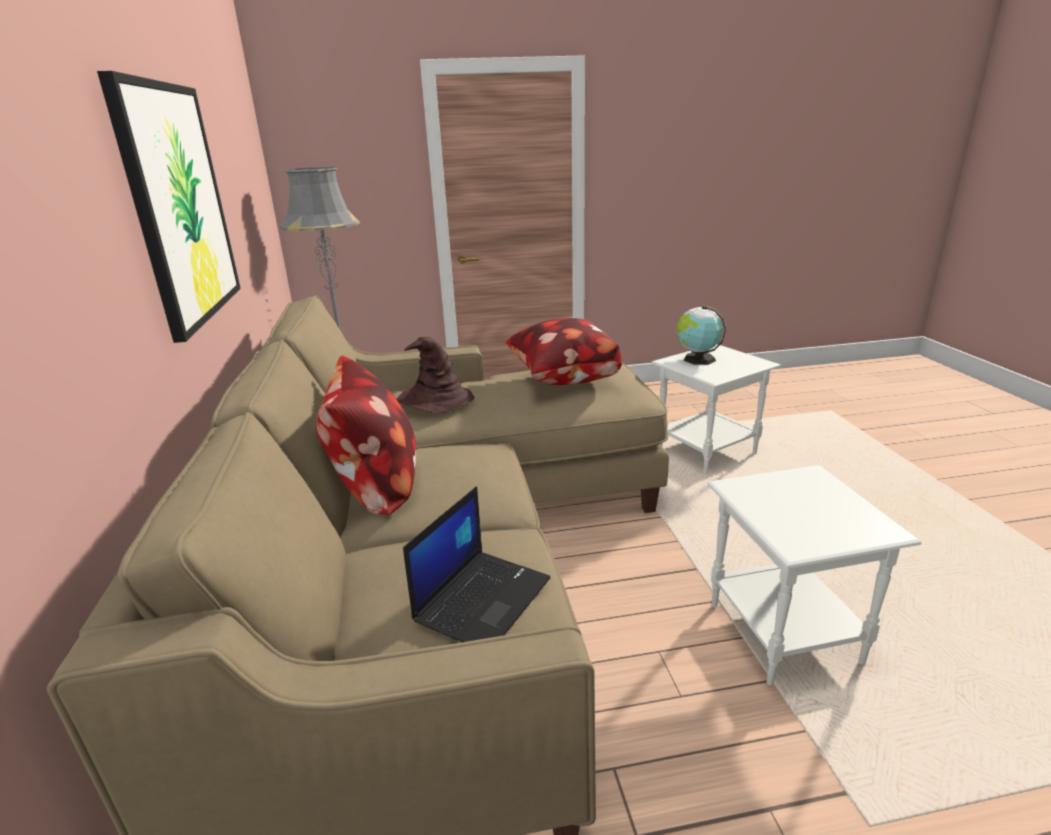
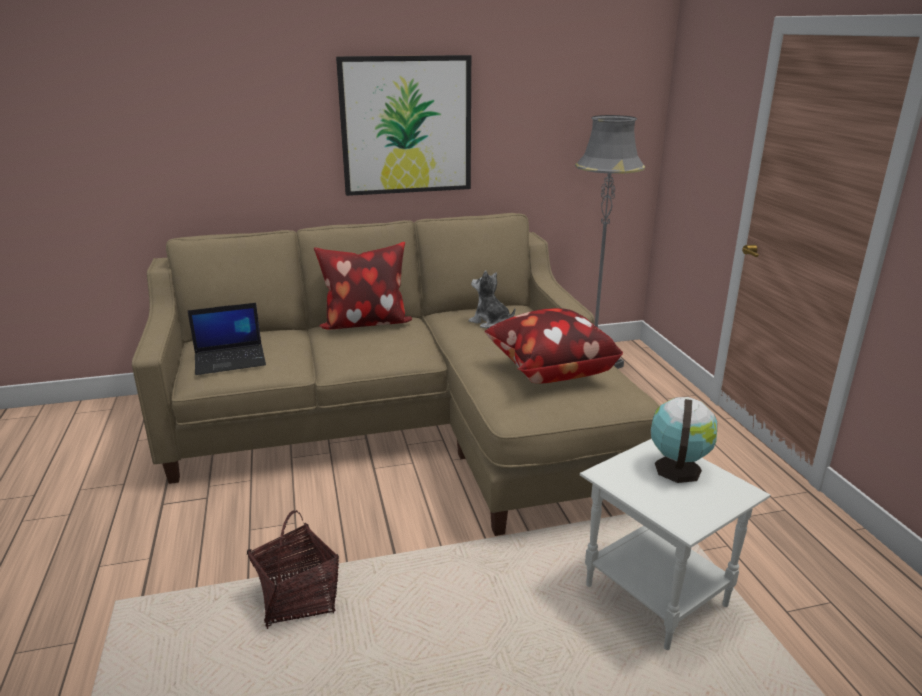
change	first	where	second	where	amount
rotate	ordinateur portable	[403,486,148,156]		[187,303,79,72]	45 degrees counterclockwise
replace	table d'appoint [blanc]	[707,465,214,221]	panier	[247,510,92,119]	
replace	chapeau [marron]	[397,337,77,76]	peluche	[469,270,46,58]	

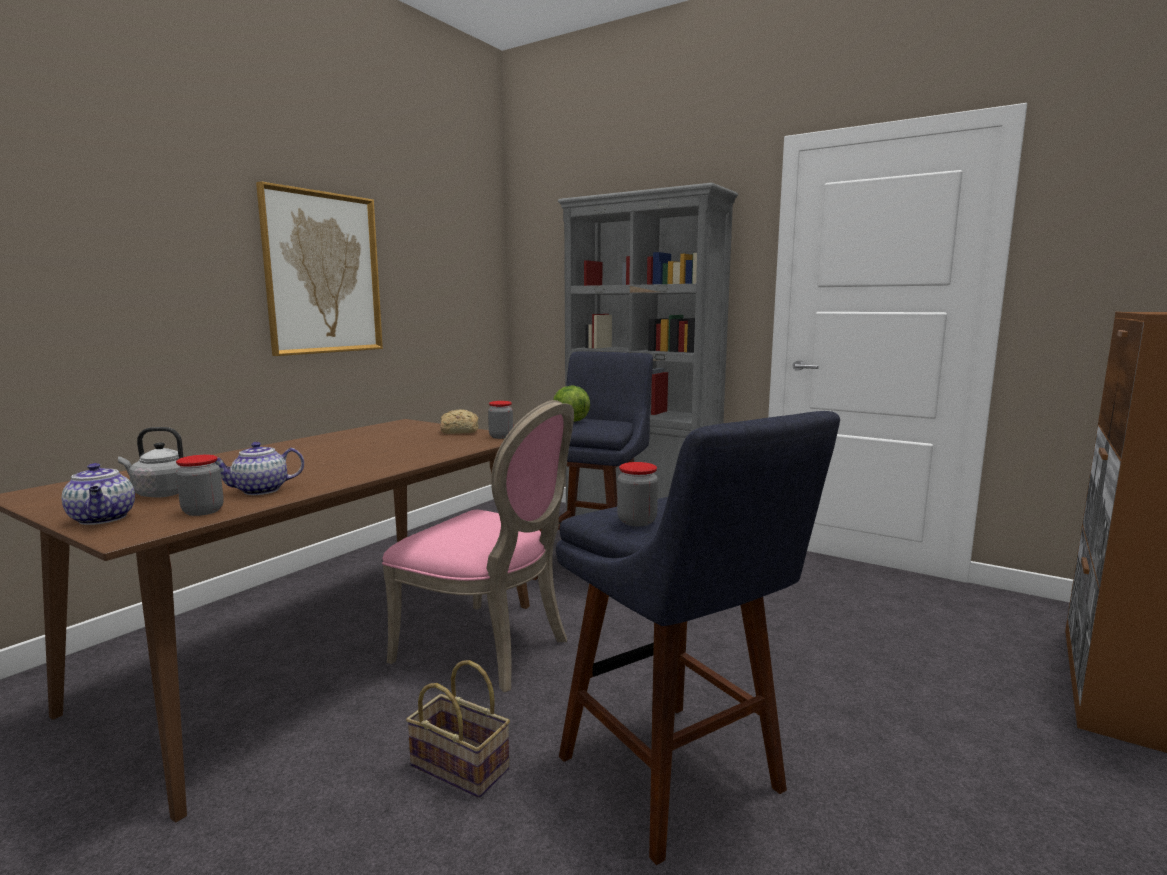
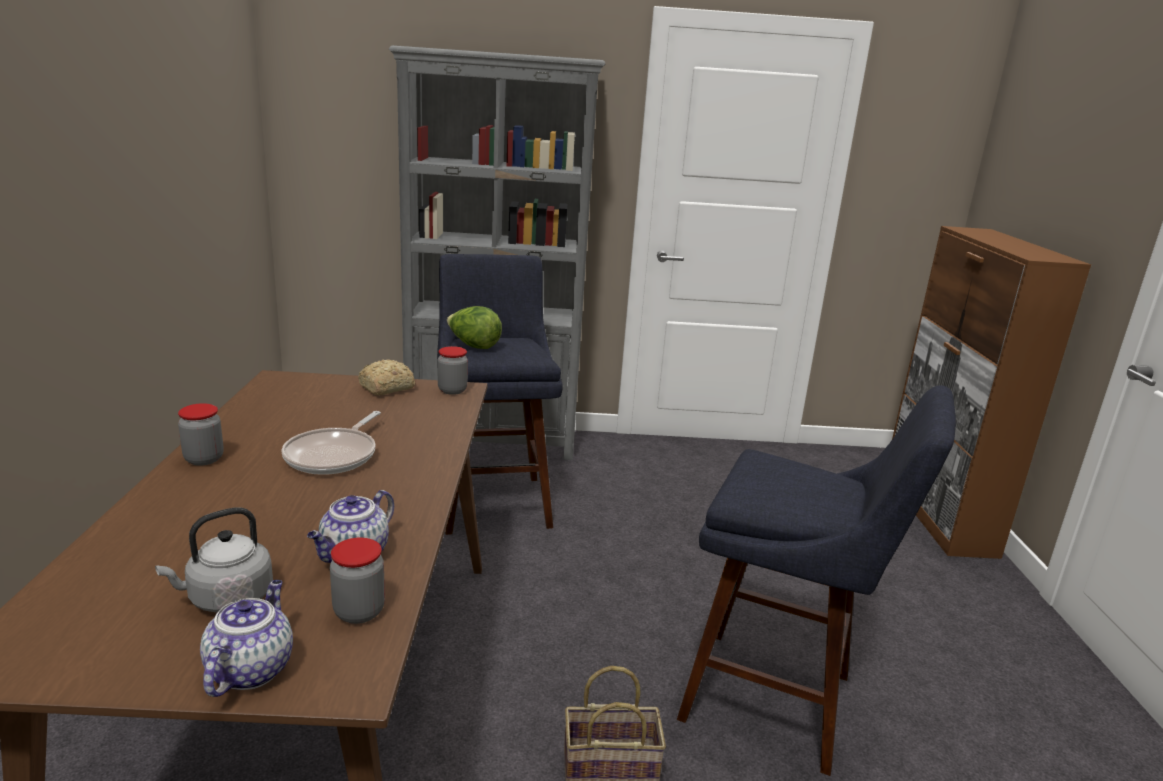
change	first	where	second	where	amount
move	bocal	[617,462,41,64]		[178,403,46,63]	
rotate	théière	[62,463,73,62]		[200,580,93,117]	105 degrees counterclockwise
insert			poêle	[282,411,99,64]	
delete	tableau	[256,181,127,175]			
delete	chaise [rose]	[382,400,192,292]			

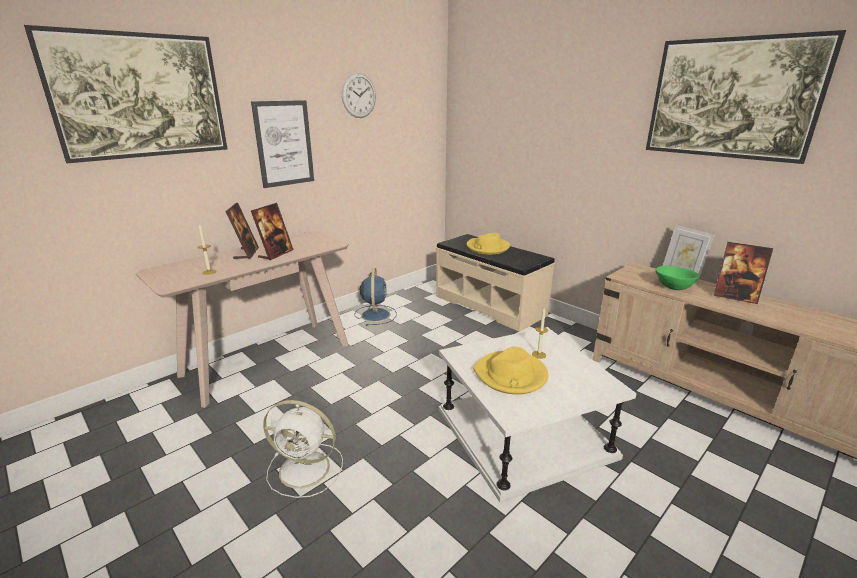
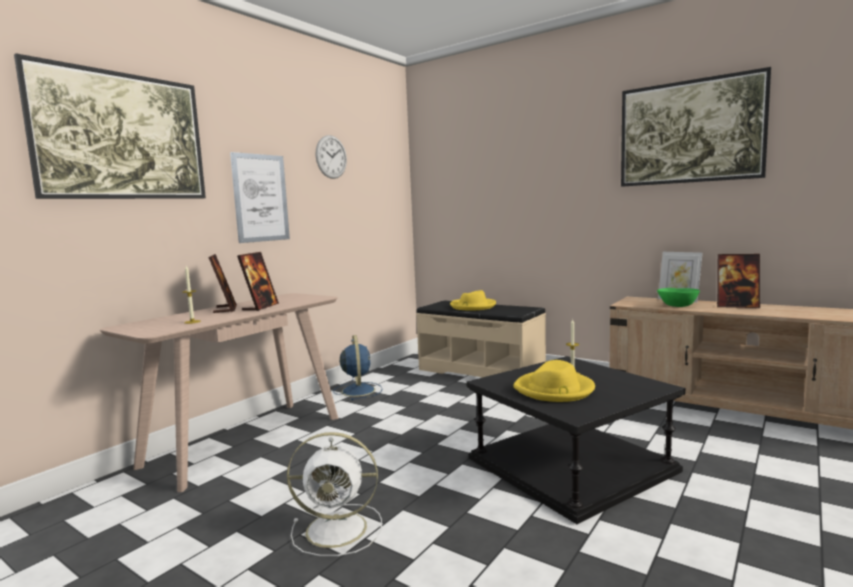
change	first	where	second	where	amount
recolor	table d'appoint [blanc]	[438,327,199,176]	table d'appoint [noir]	[467,356,218,168]	

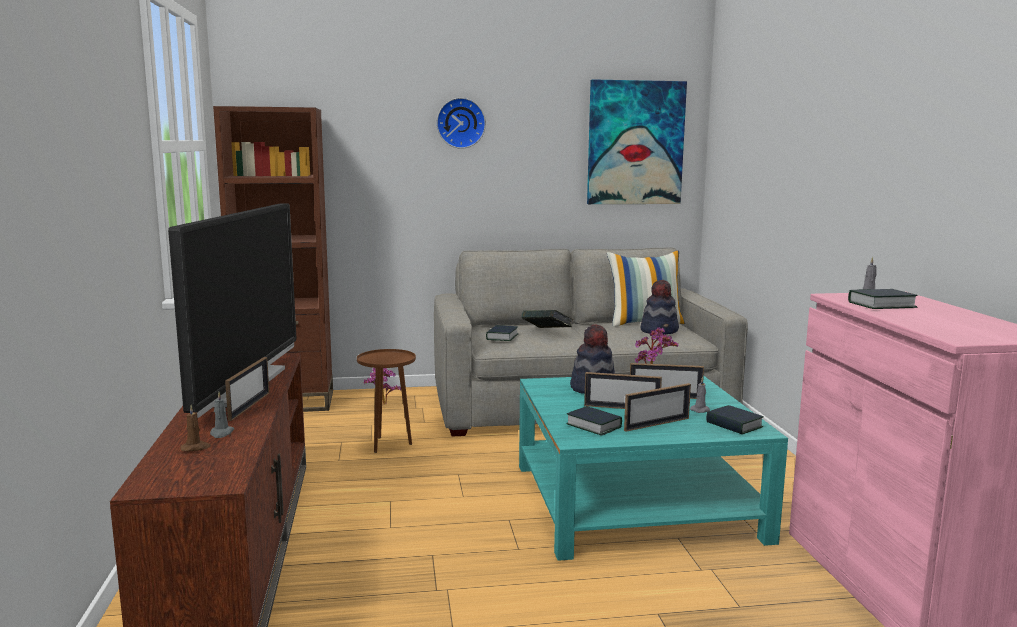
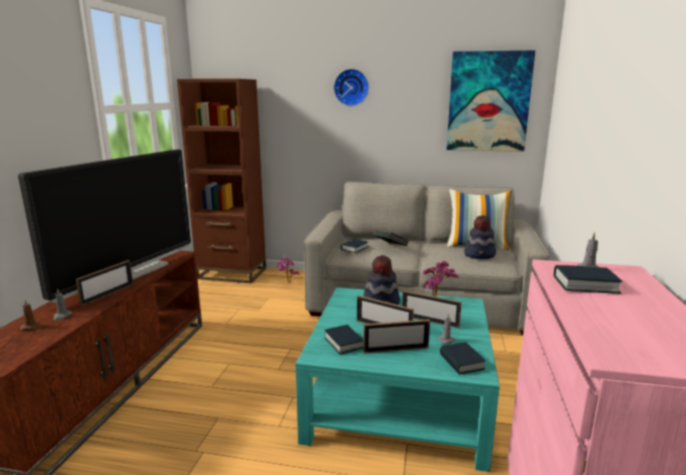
change	first	where	second	where	amount
delete	table d'appoint [marron]	[357,349,59,104]			

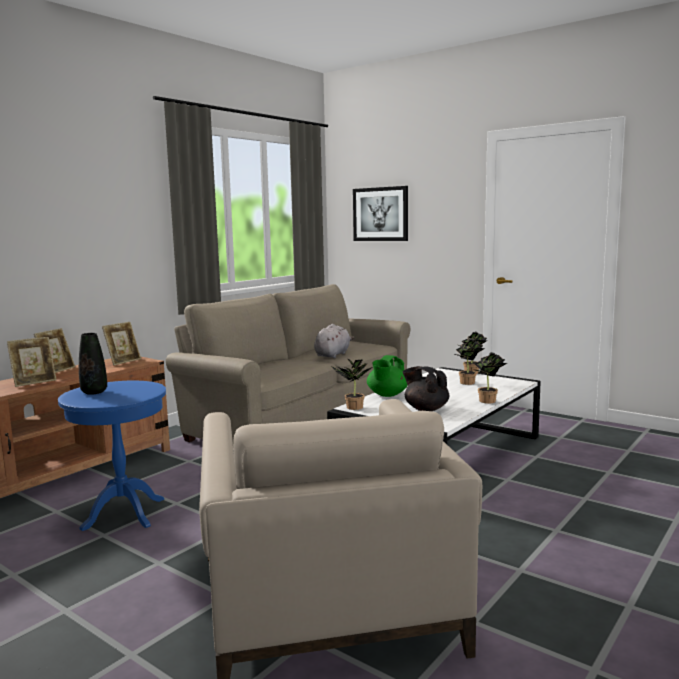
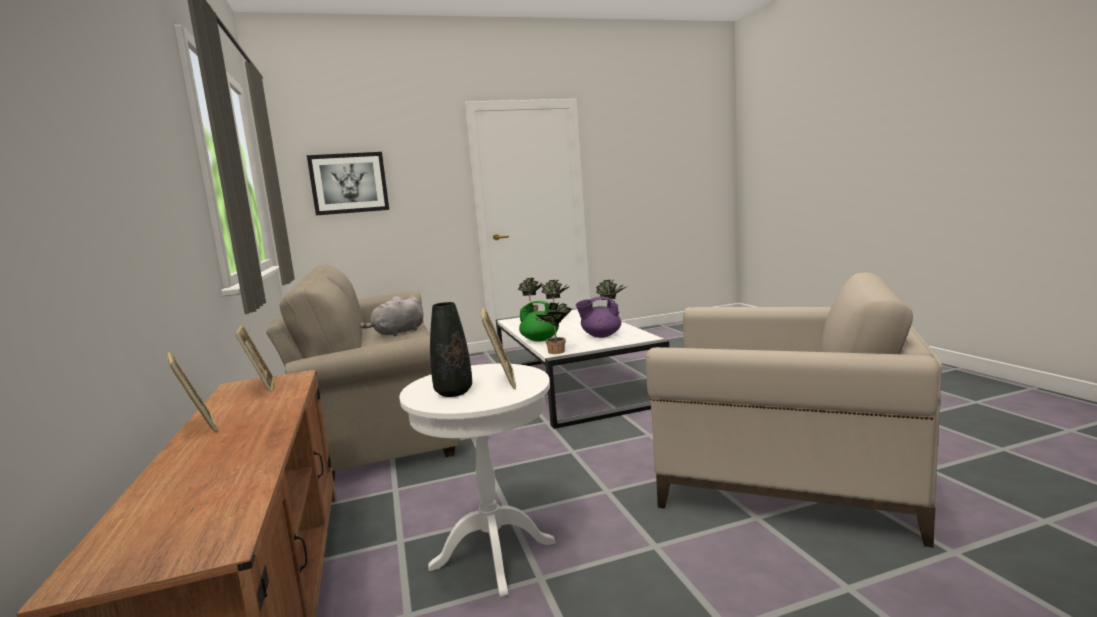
change	first	where	second	where	amount
rotate	peluche [gris]	[314,324,40,34]		[360,296,63,41]	105 degrees counterclockwise
recolor	table d'appoint [bleu]	[58,381,108,150]	table d'appoint [blanc]	[399,364,157,233]	
move	cadre photo	[7,337,50,50]		[482,307,34,82]	
rotate	théière [vert]	[367,355,41,42]		[519,301,40,40]	45 degrees counterclockwise
recolor	théière [noir]	[403,366,46,45]	théière [violet]	[576,296,45,42]	

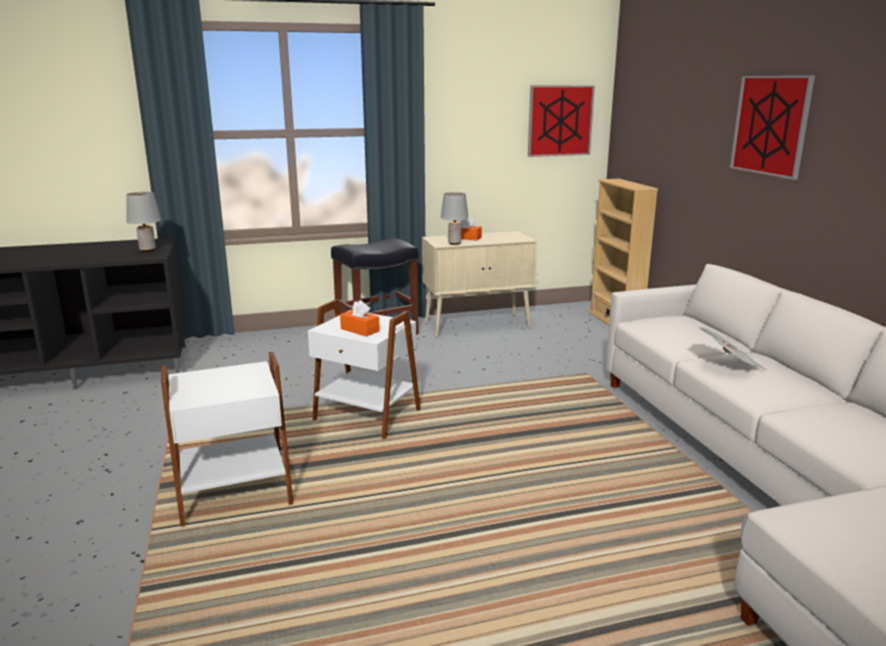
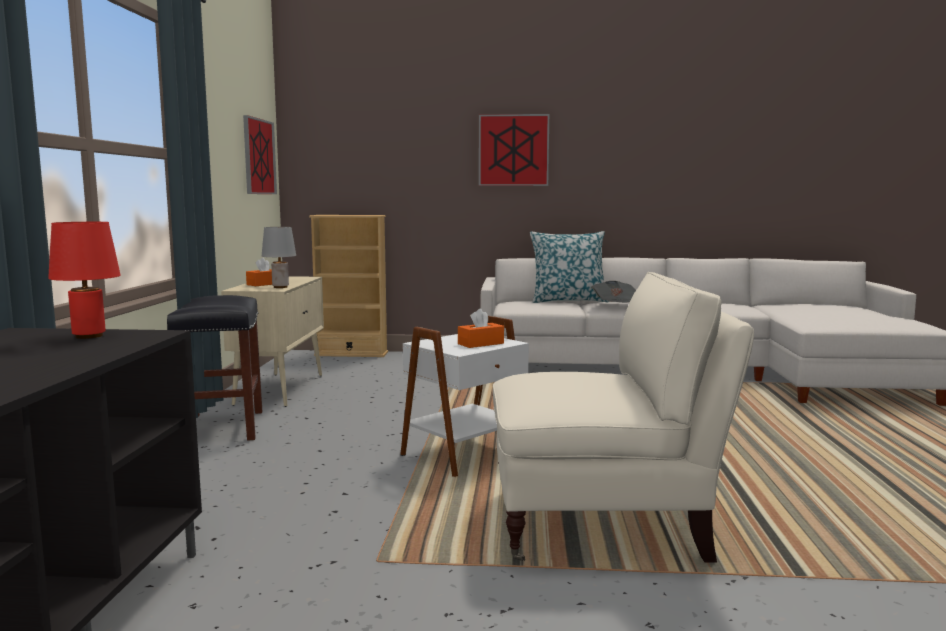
change	first	where	second	where	amount
recolor	lampe de table [gris]	[126,192,35,60]	lampe de table [rouge]	[48,222,73,117]	
replace	table d'appoint [blanc]	[161,352,132,175]	fauteuil [beige]	[493,272,261,291]	
insert			coussin	[530,231,79,72]	

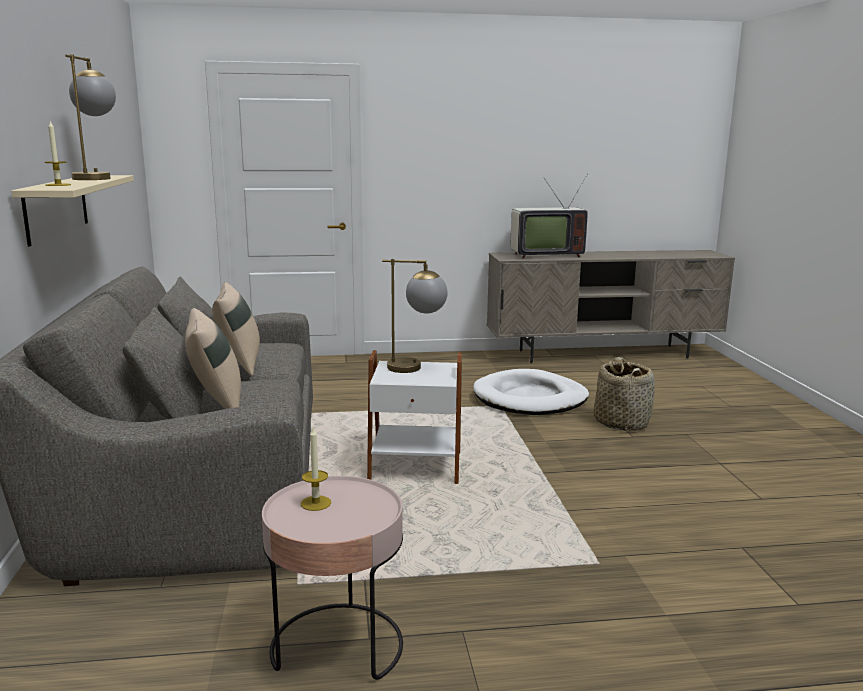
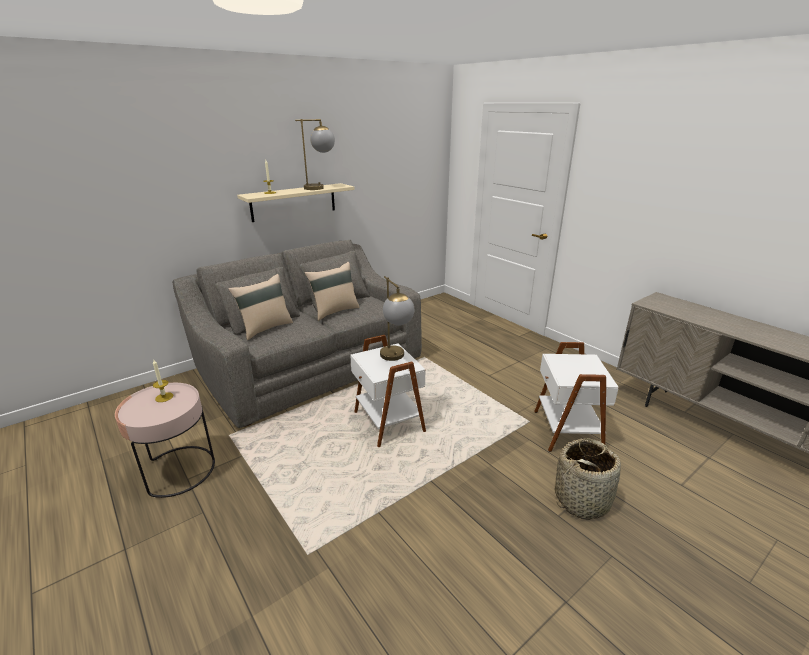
change	first	where	second	where	amount
replace	panier pour chien [blanc]	[473,369,116,46]	table d'appoint [blanc]	[534,342,85,110]	
delete	téléviseur	[511,175,77,84]			

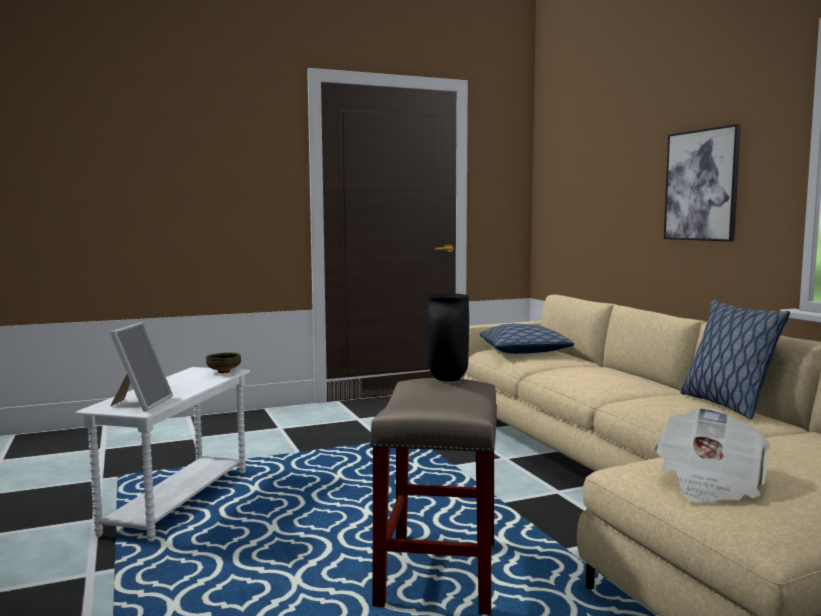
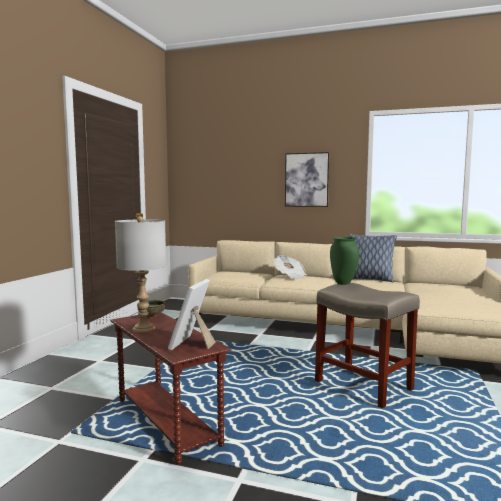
change	first	where	second	where	amount
recolor	table d'appoint [blanc]	[75,367,175,175]	table d'appoint [marron]	[111,312,120,153]	
insert			lampe de table [gris]	[115,216,51,117]	
rotate	cadre photo	[110,322,63,90]		[168,279,48,71]	120 degrees counterclockwise
move	journal	[655,407,115,96]		[273,255,34,25]	
recolor	vase [noir]	[427,293,42,88]	vase [vert]	[330,237,29,48]	
delete	coussin	[480,324,94,30]			

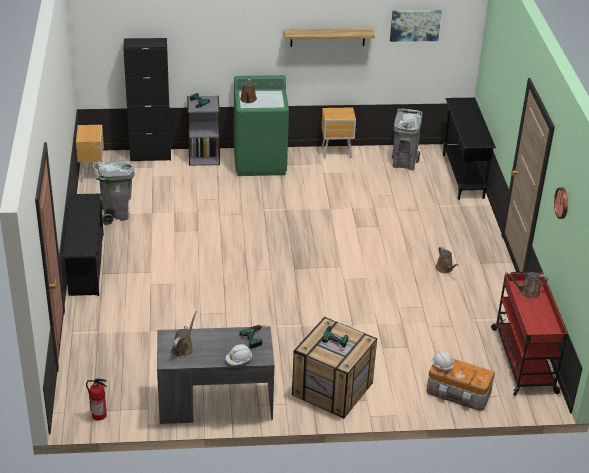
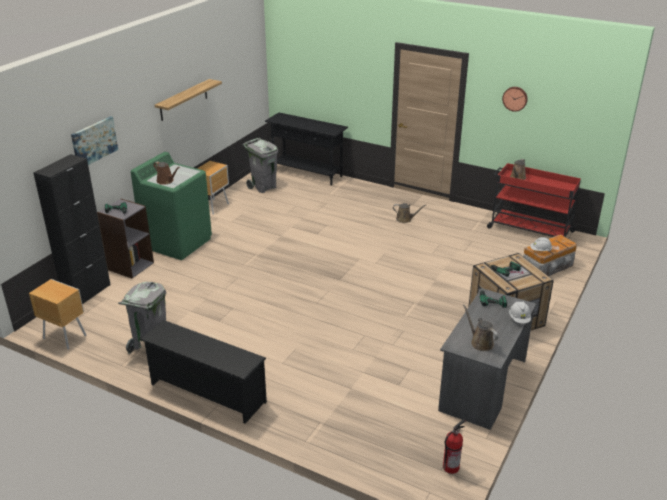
change	first	where	second	where	amount
move	tableau	[390,10,52,32]		[71,116,47,49]	

